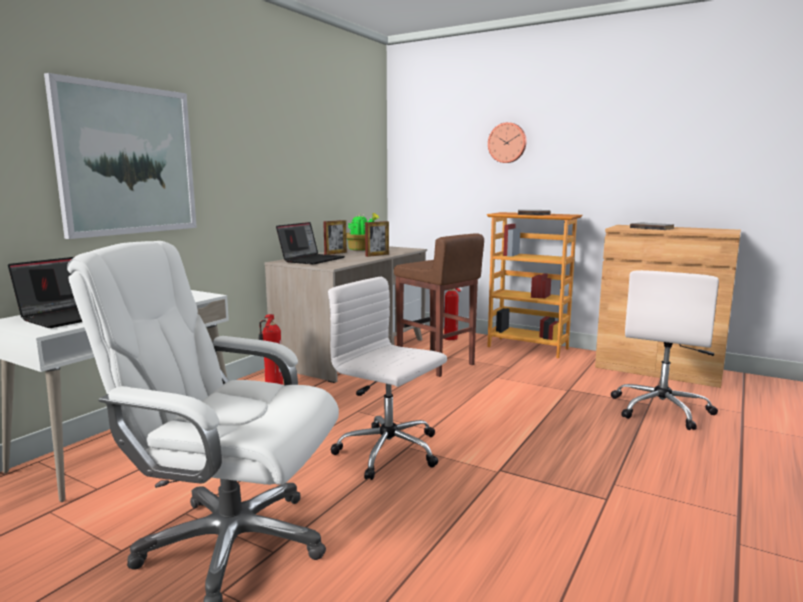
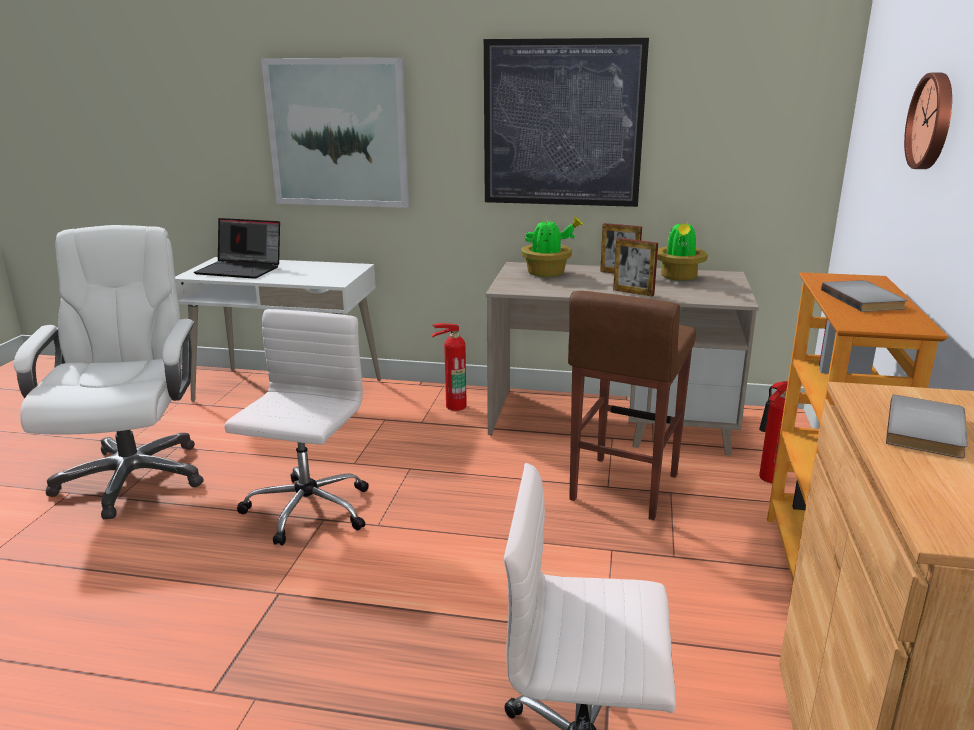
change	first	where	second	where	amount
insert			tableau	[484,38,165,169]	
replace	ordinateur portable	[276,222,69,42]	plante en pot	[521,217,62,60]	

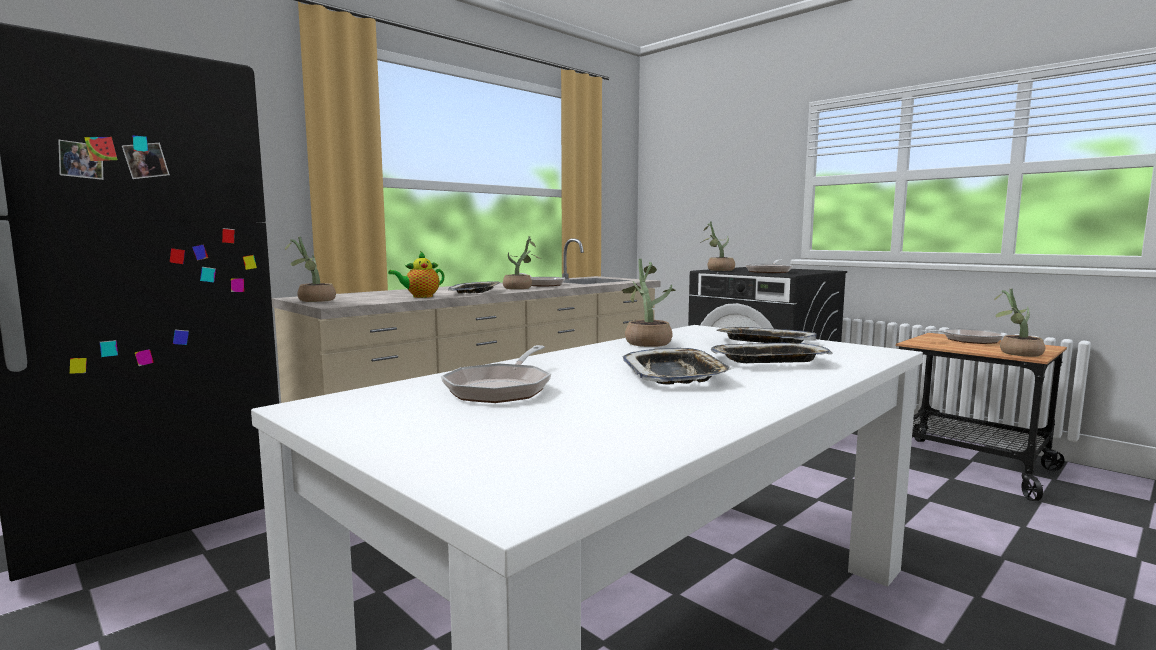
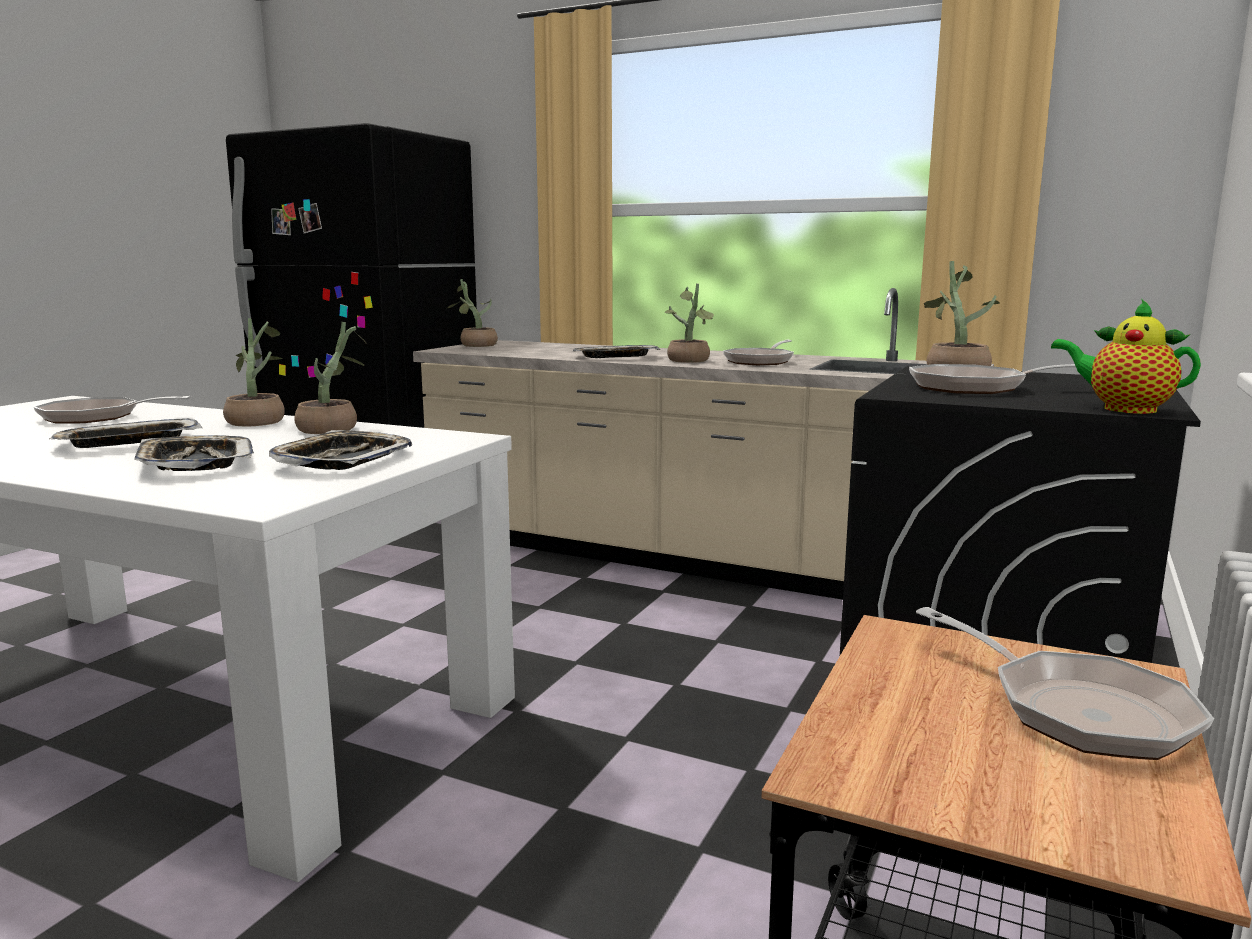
change	first	where	second	where	amount
move	plante en pot	[994,289,51,68]		[223,318,62,108]	
move	théière	[388,251,56,47]		[1051,300,150,114]	

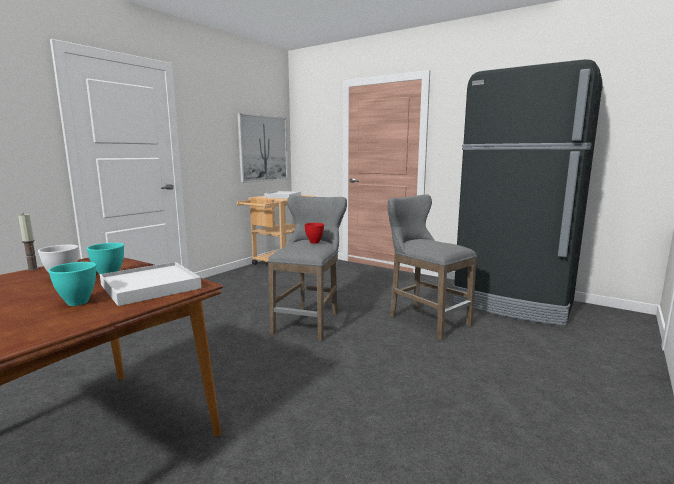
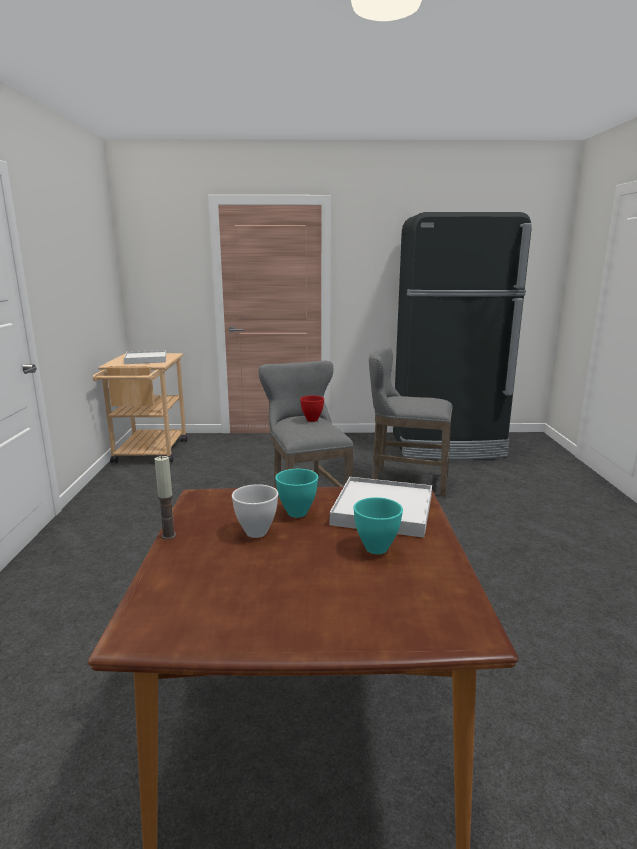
change	first	where	second	where	amount
delete	tableau	[237,113,51,70]			

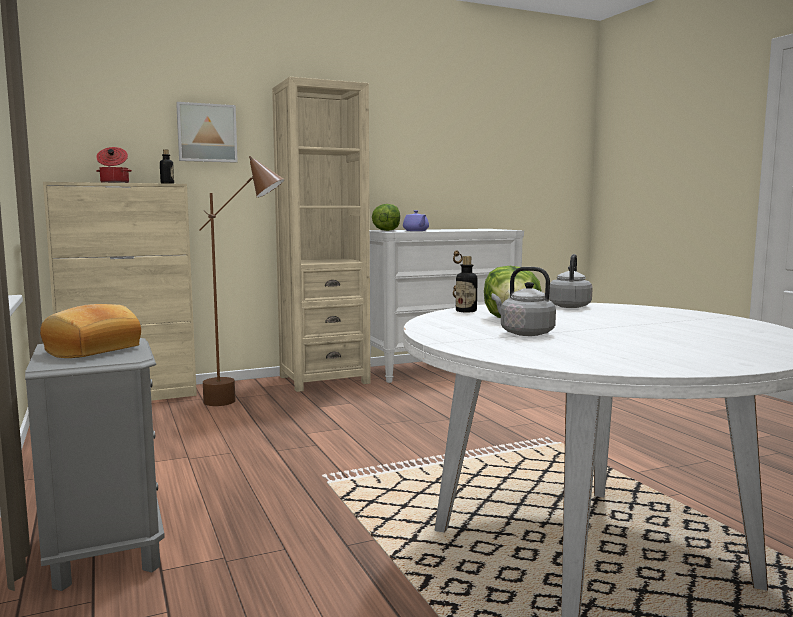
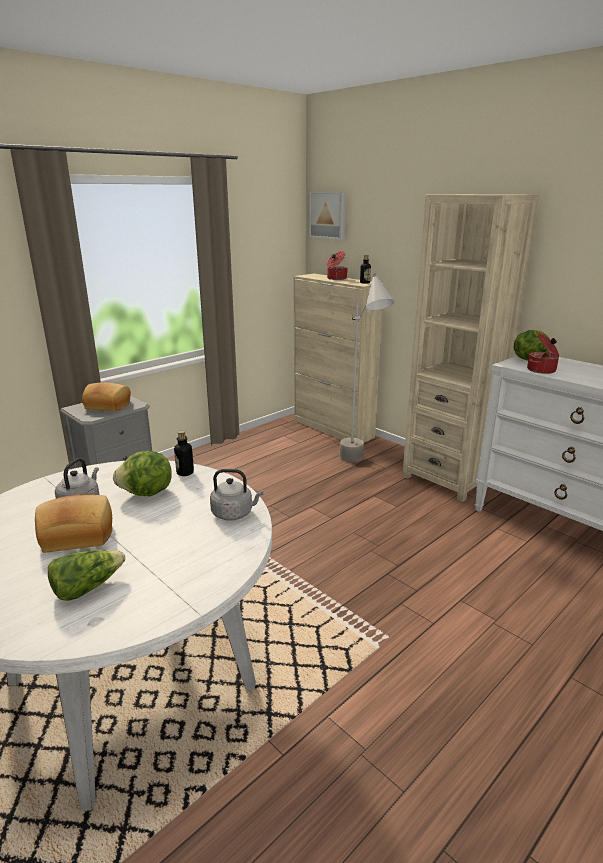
change	first	where	second	where	amount
insert			pain	[35,495,77,58]	
insert			laitue	[48,550,77,51]	
move	tableau	[176,102,62,61]		[309,191,37,49]	
recolor	lampadaire [marron]	[199,156,85,250]	lampadaire [gris]	[340,273,54,189]	
replace	théière [violet]	[403,210,26,21]	marmite	[527,333,32,41]	

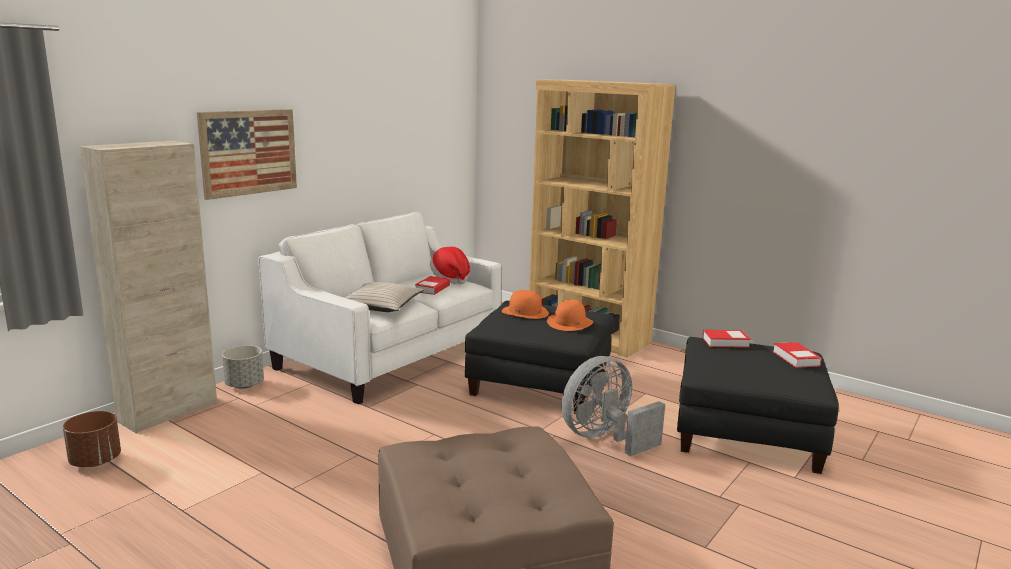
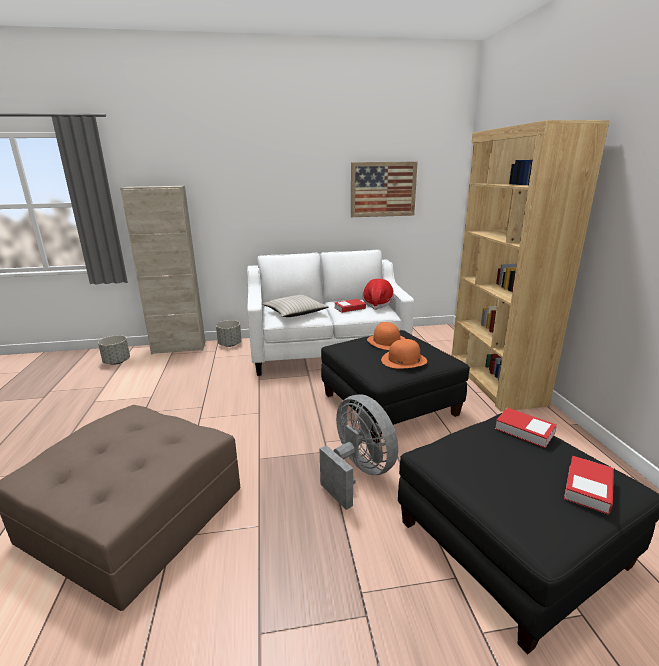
change	first	where	second	where	amount
recolor	cache-pot [marron]	[63,411,58,56]	cache-pot [gris]	[98,335,32,30]	
rotate	ventilateur [gris]	[562,356,103,100]		[320,395,78,115]	45 degrees clockwise
move	tableau	[197,109,100,91]		[351,161,67,56]	

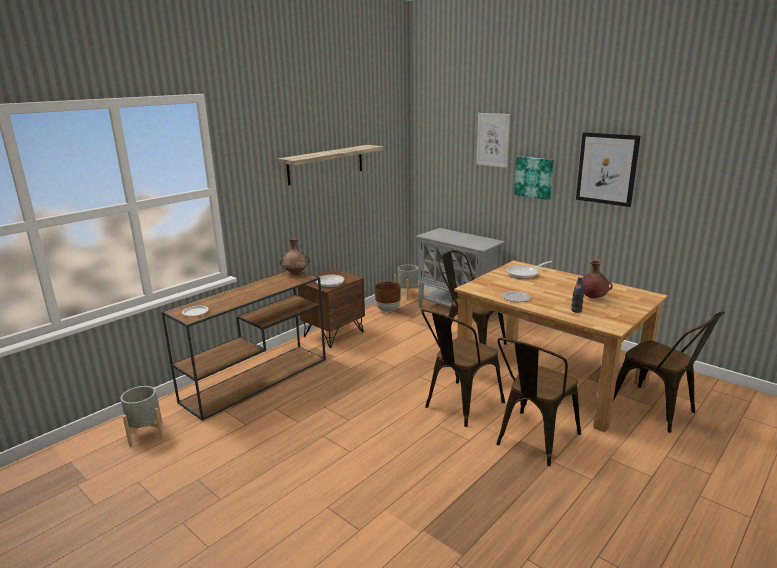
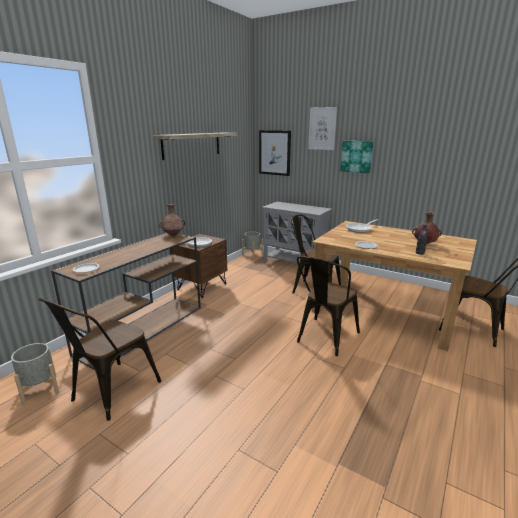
change	first	where	second	where	amount
move	chaise [marron]	[496,338,85,128]		[39,298,122,123]	
move	tableau	[576,132,65,75]		[259,130,32,46]	
delete	cache-pot [marron]	[375,282,26,30]			

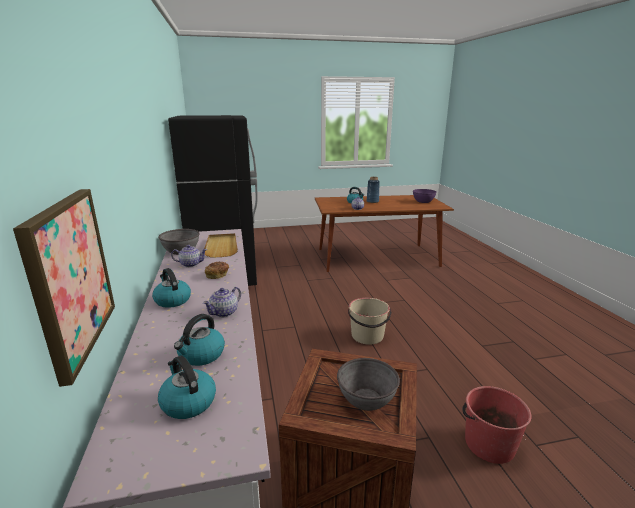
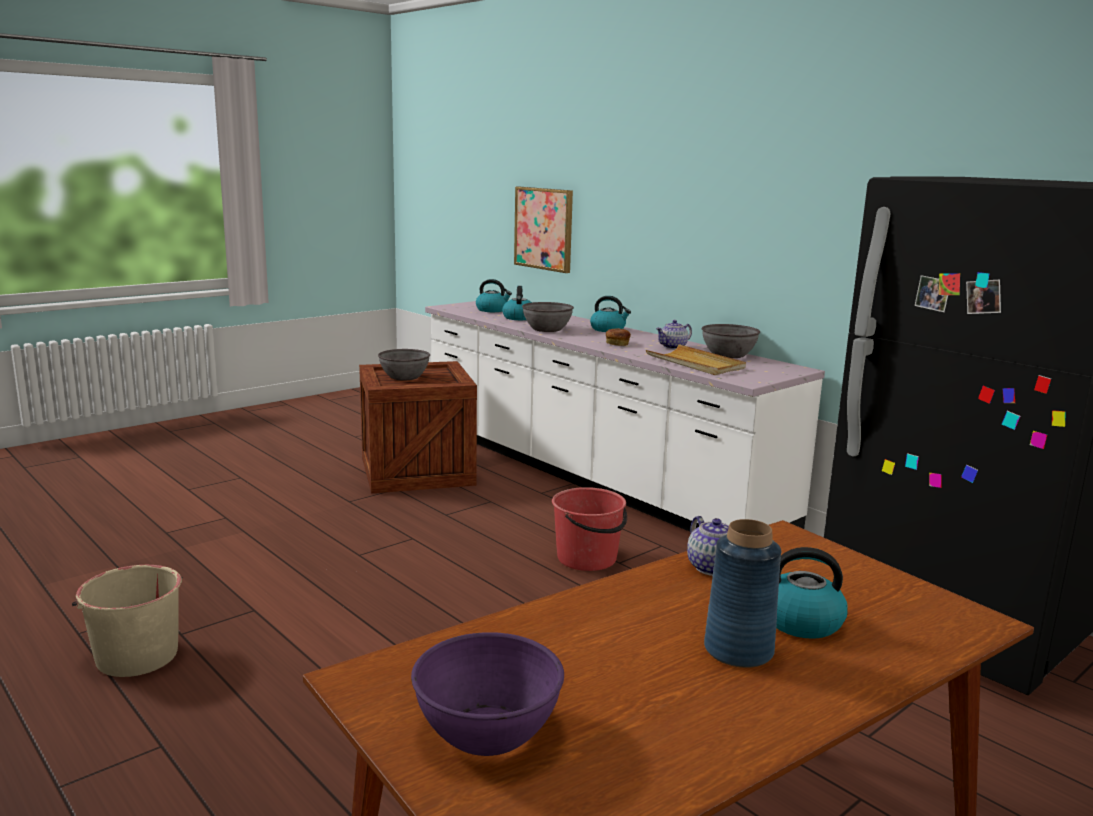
change	first	where	second	where	amount
move	seau [beige]	[348,298,43,47]		[72,565,111,112]	
replace	théière	[203,287,38,30]	bol [gris]	[522,302,52,30]	
move	seau [rouge]	[462,386,70,78]		[552,487,75,84]	

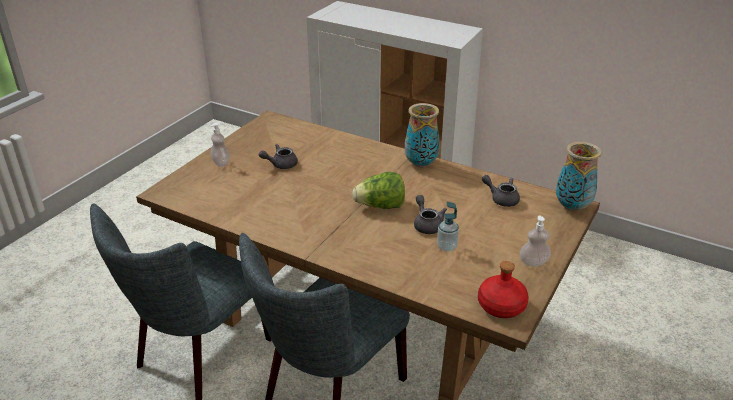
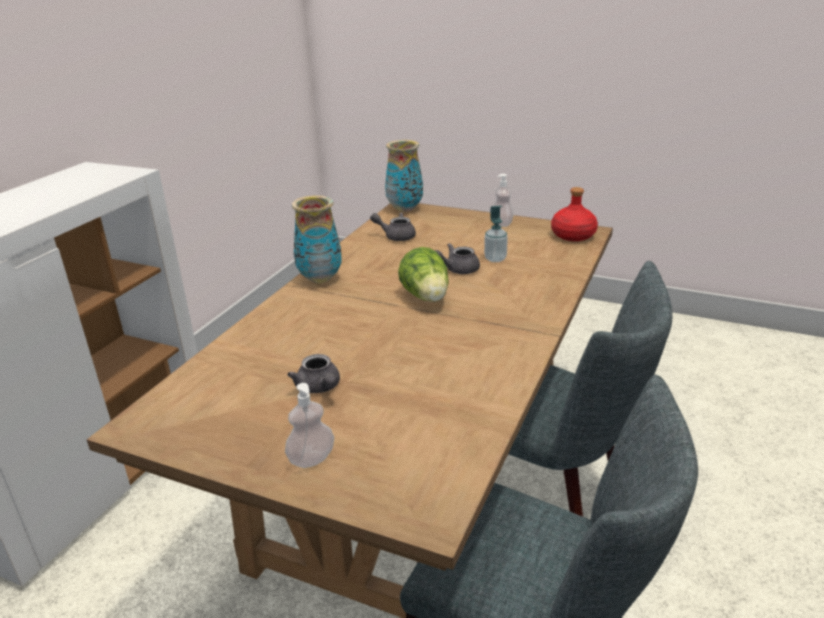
change	first	where	second	where	amount
rotate	théière [gris]	[482,175,38,32]		[370,212,46,29]	75 degrees clockwise

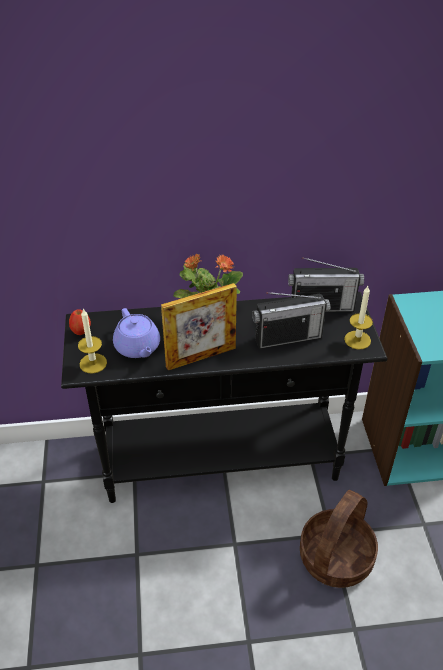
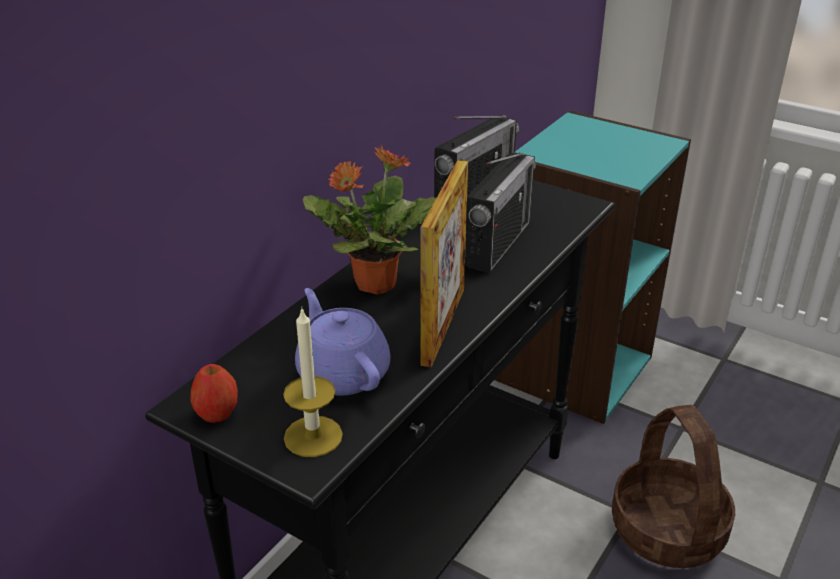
change	first	where	second	where	amount
rotate	théière [violet]	[113,308,47,50]		[295,288,96,107]	135 degrees counterclockwise
delete	bougie	[344,286,29,63]			

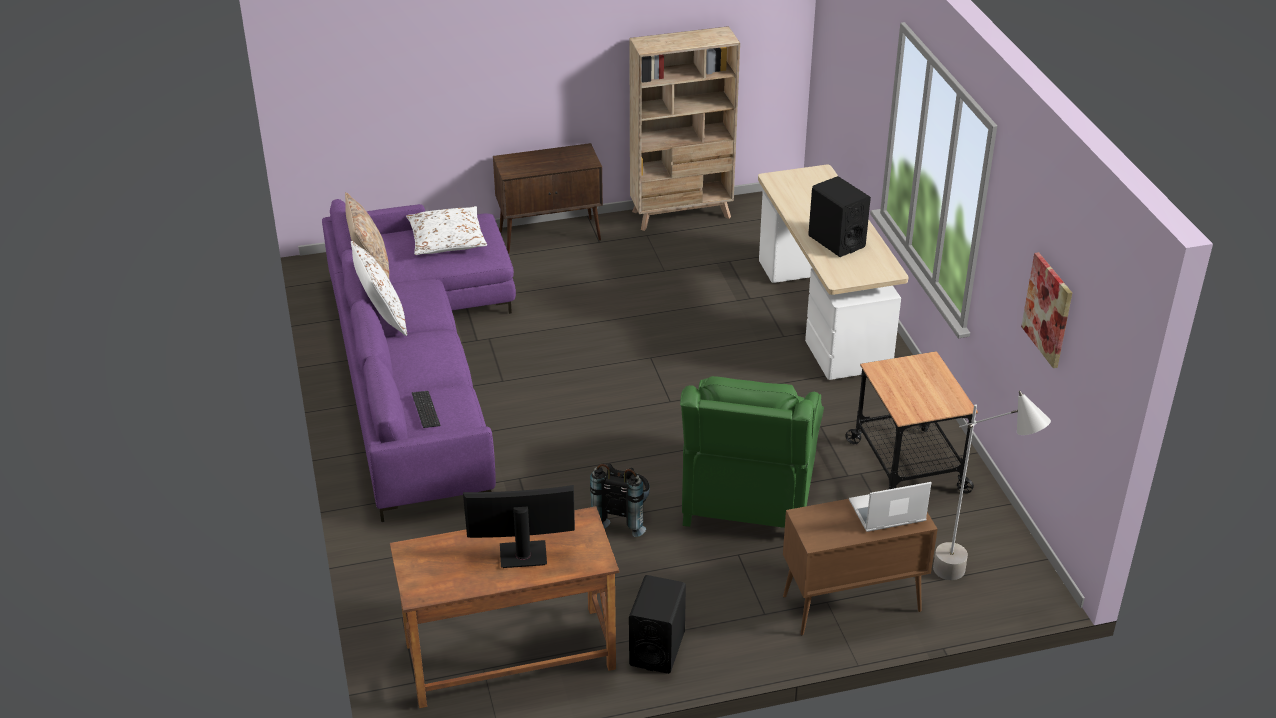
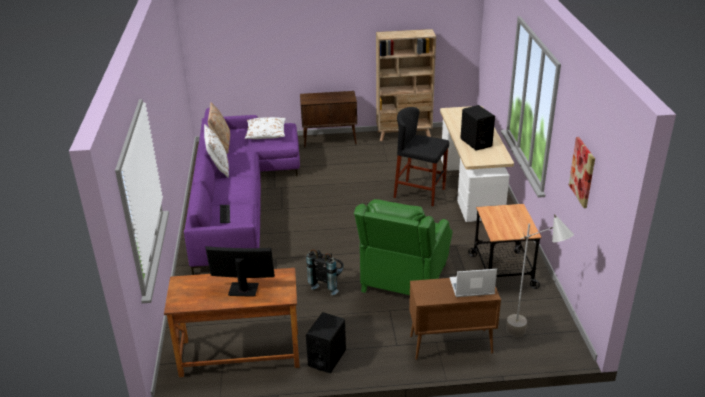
change	first	where	second	where	amount
insert			tabouret [noir]	[393,107,56,99]	

